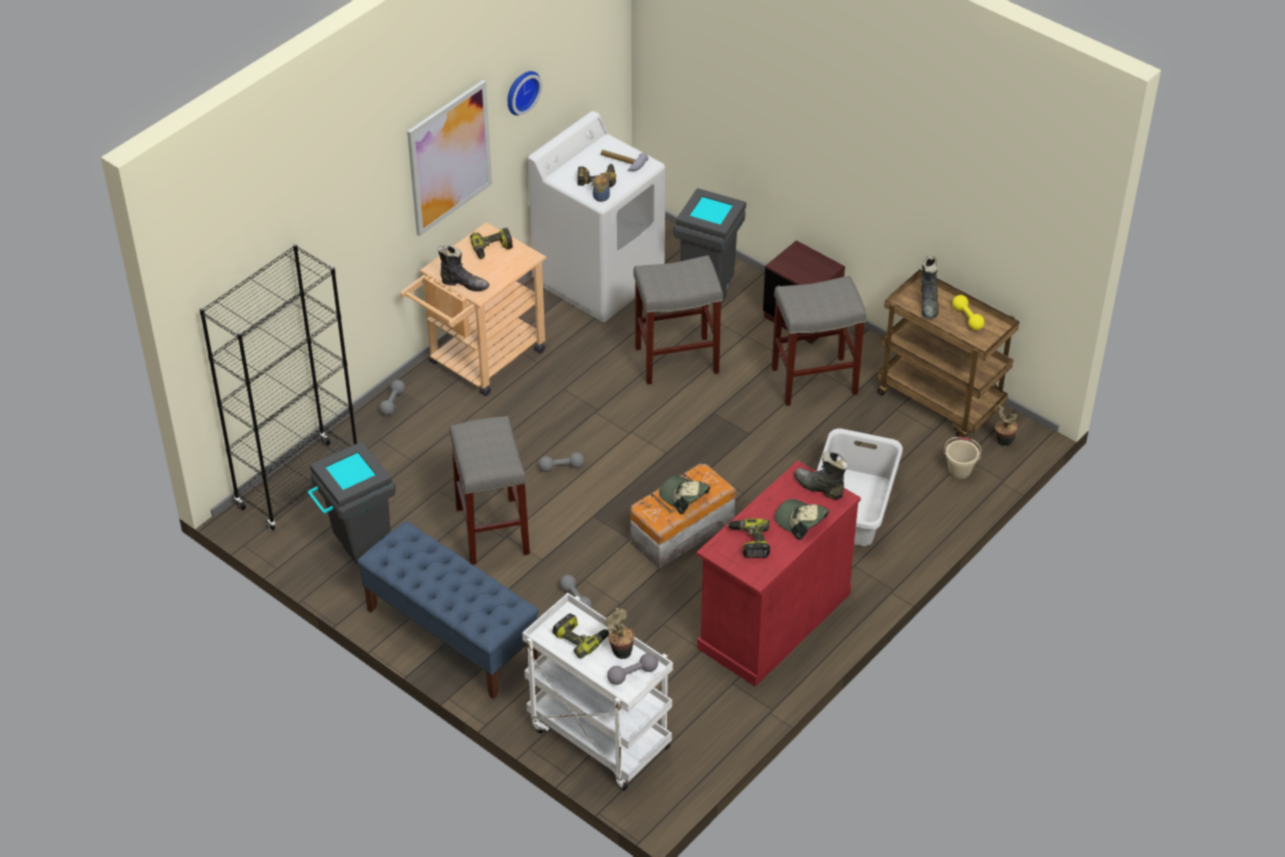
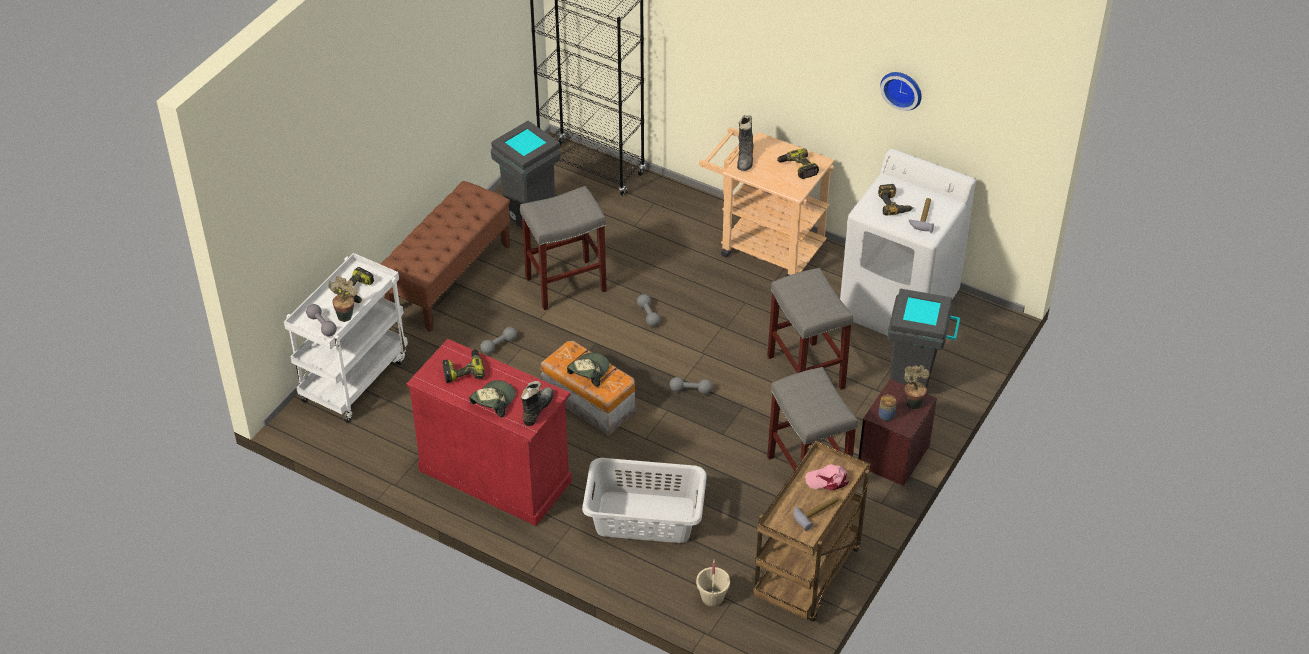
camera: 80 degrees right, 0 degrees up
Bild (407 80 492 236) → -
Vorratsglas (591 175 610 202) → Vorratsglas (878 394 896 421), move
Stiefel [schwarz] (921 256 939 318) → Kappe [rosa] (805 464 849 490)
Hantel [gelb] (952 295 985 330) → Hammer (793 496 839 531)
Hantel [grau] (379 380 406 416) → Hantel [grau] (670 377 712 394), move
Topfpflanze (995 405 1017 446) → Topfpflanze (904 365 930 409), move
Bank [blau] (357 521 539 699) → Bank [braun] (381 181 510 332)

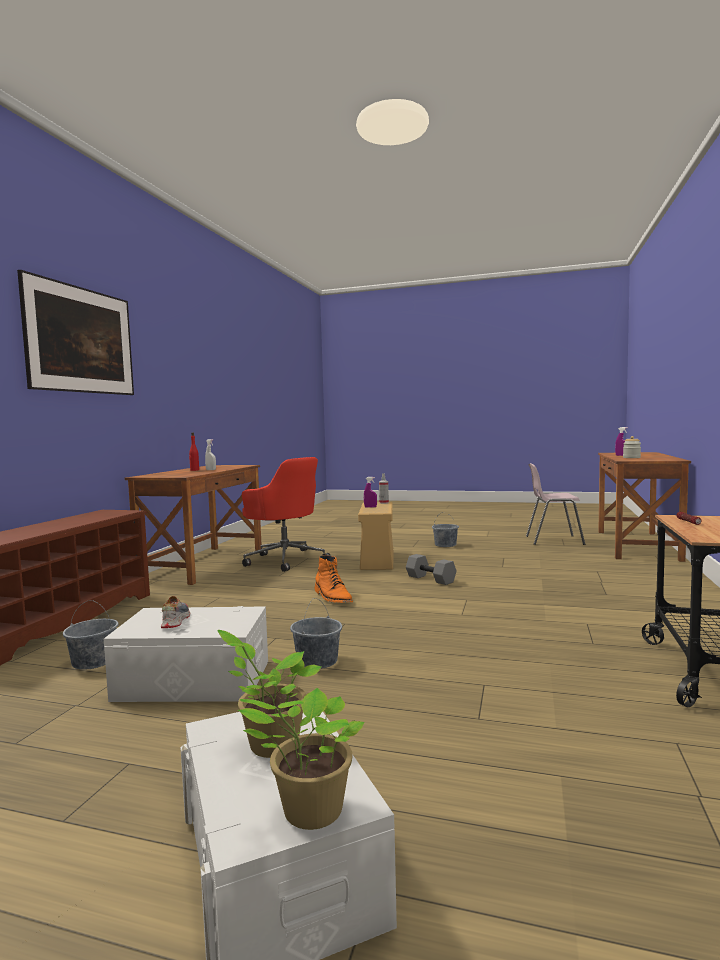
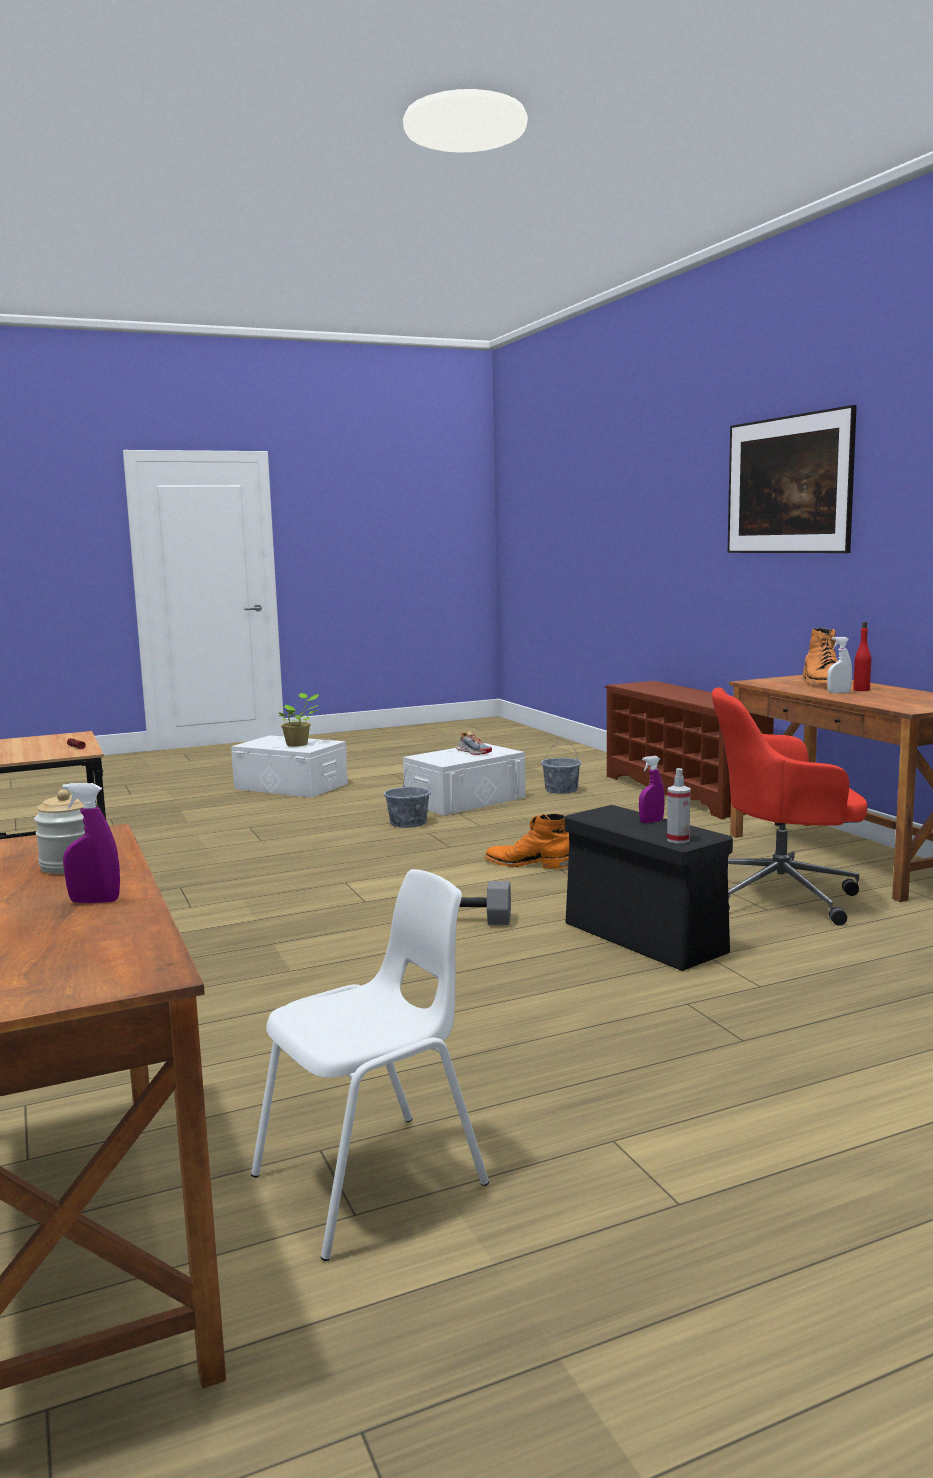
camera: 140 degrees right, 5 degrees up
Stuhl [rosa] (526 463 585 545) → Stuhl [weiß] (251 869 489 1261)
Aufbewahrungsbox [beige] (358 502 393 570) → Aufbewahrungsbox [schwarz] (564 805 733 971)
Eimer [grau] (432 512 459 547) → -
Topfpflanze (238 688 365 830) → -
- → Stiefel [orange] (803 628 838 683)

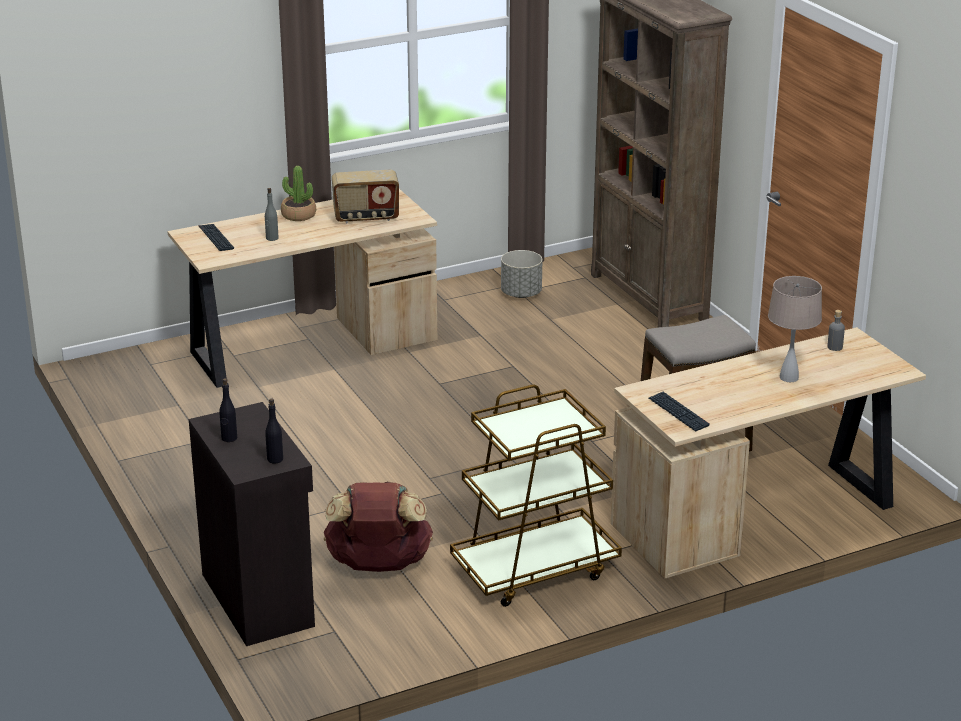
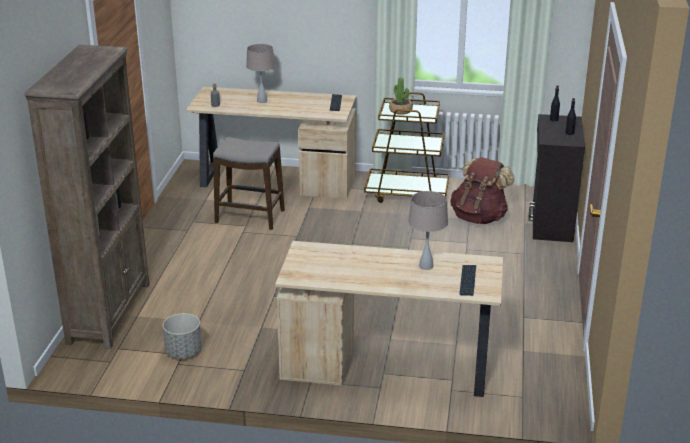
camera: 145 degrees left, 0 degrees up
Topfpflanze (281 166 316 221) → Topfpflanze (389 77 413 115), move
Radio (332 170 399 223) → -
Flasche [grau] (265 188 279 241) → Tischlampe [beige] (408 191 448 270)

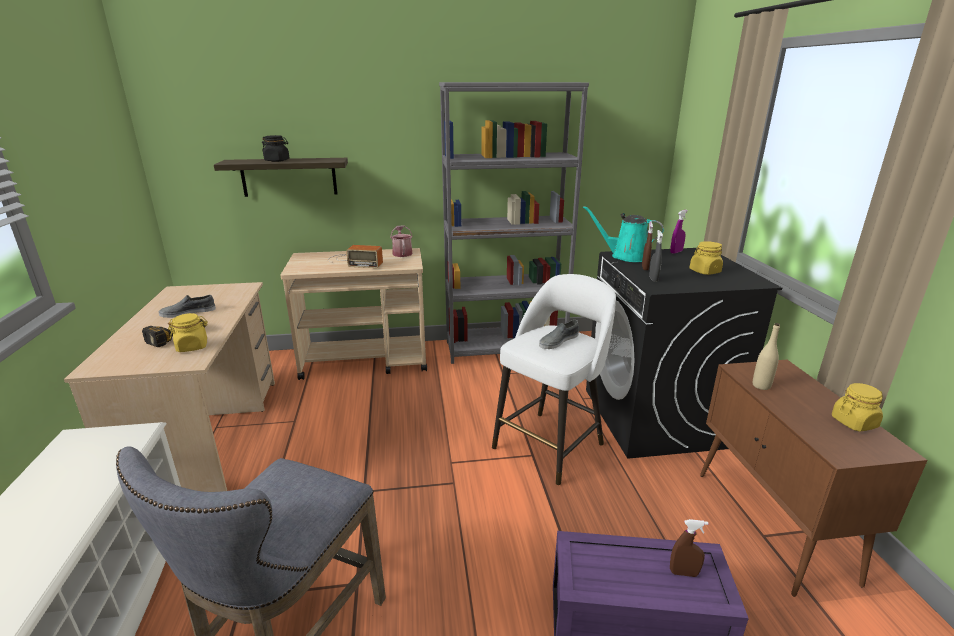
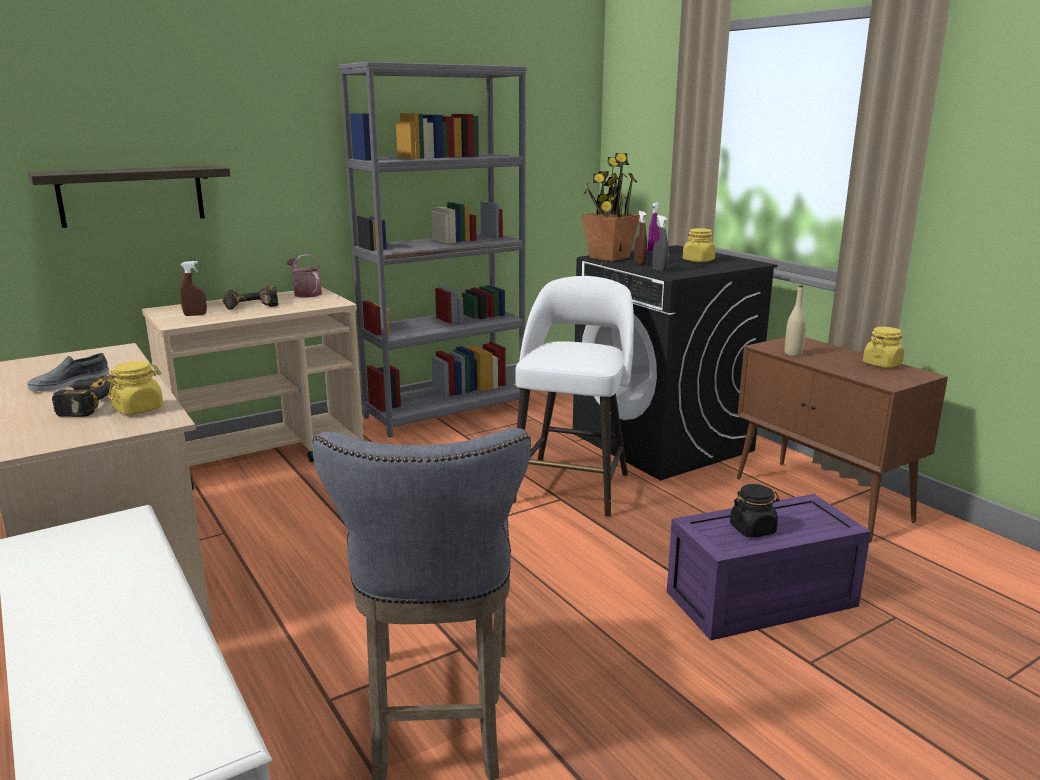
camera: 25 degrees left, 5 degrees down
Vorratsglas [schwarz] (262 135 289 162) → Vorratsglas [schwarz] (730 484 780 537), move
Gießkanne [türkis] (583 206 664 262) → Topfpflanze (582 153 640 261)
Radio (328 245 383 268) → Bohrmaschine (223 286 278 310)
Schuh [grau] (539 320 579 349) → -
Sprühflasche [braun] (670 519 709 577) → Sprühflasche [braun] (180 261 207 316), move

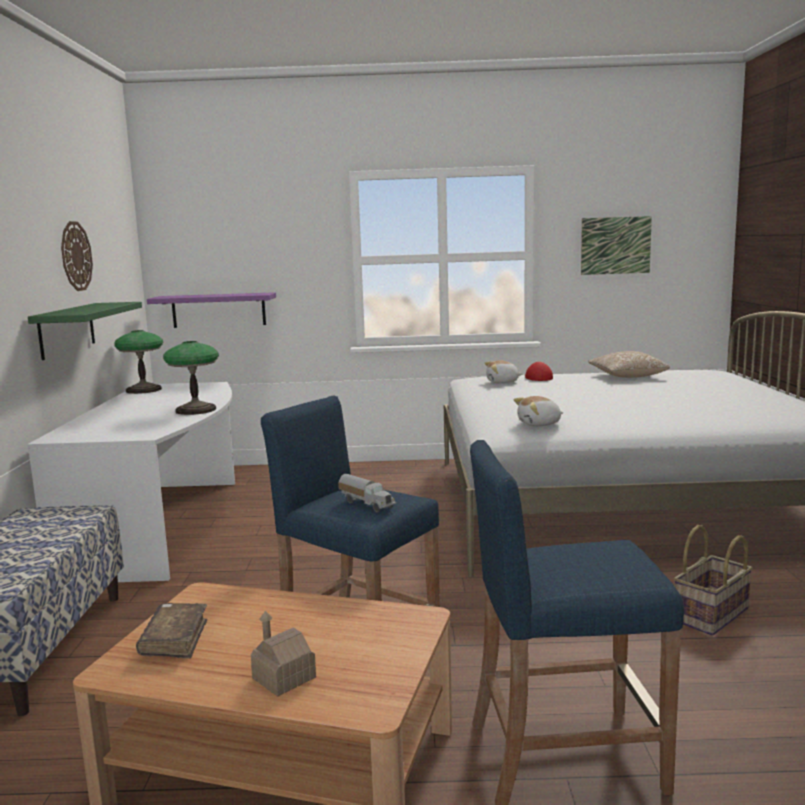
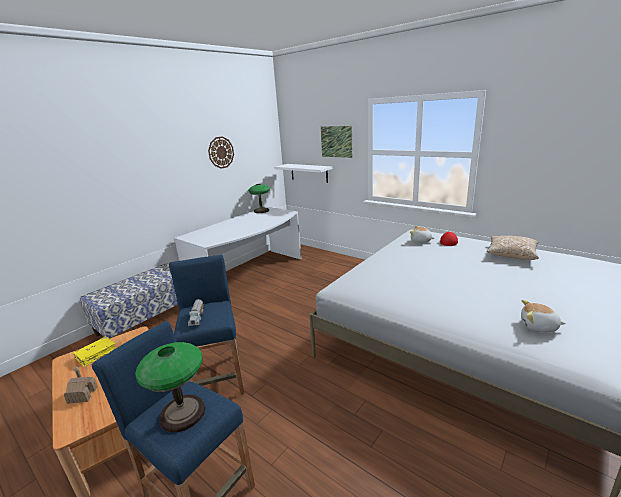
camera: 40 degrees right, 10 degrees up
Bild (581 216 652 275) → Bild (321 126 353 158), move
Wandregal [lila] (147 292 276 328) → Wandregal [weiß] (274 164 332 183)
Wandregal [grün] (28 302 142 360) → -
Tischlampe (163 341 219 415) → Tischlampe (135 342 206 433), move
Plüschtier (514 396 563 426) → Plüschtier (521 300 566 332), move
Korb (674 525 753 635) → -
Buch [braun] (136 603 207 659) → Buch [gelb] (73 336 116 367)

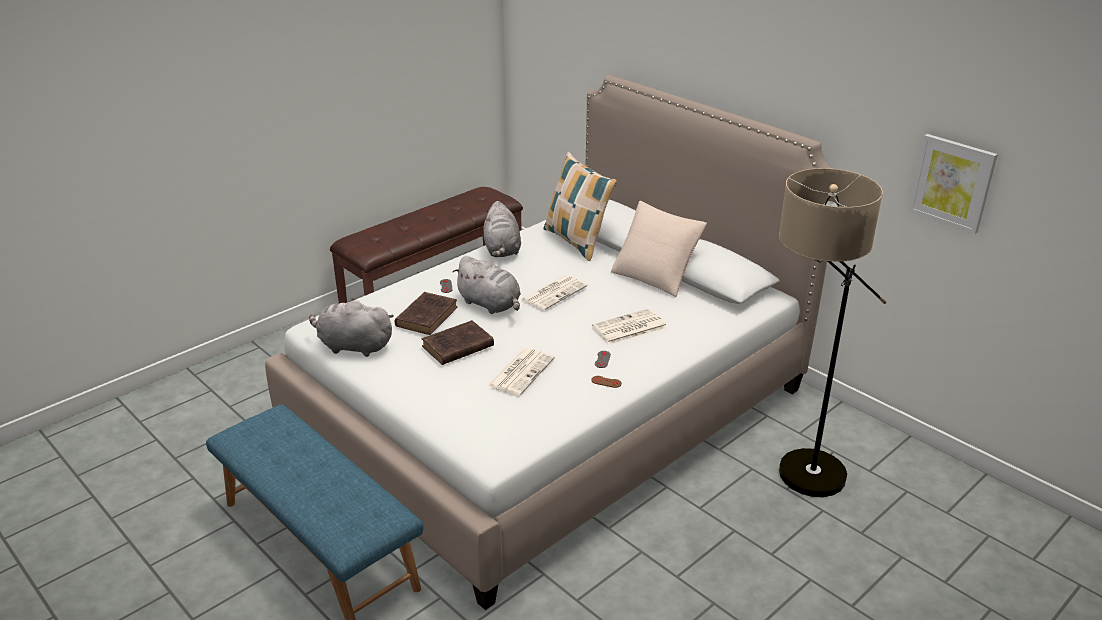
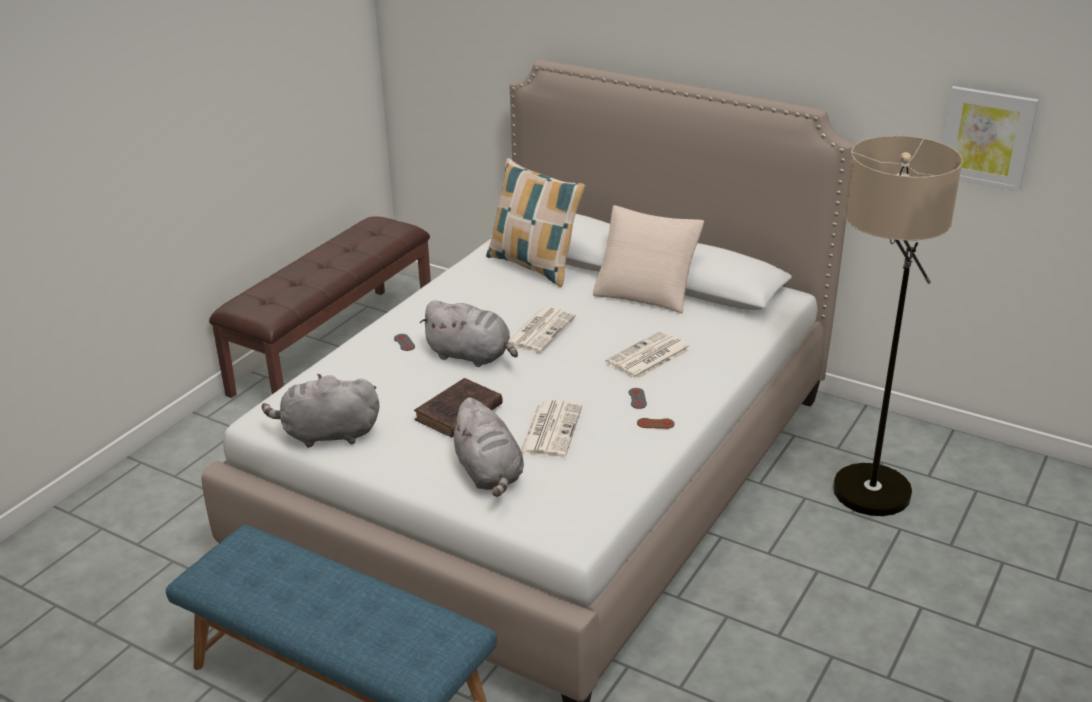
camera: 15 degrees left, 0 degrees up
Plüschtier [grau] (484 201 521 257) → Plüschtier [grau] (449 397 524 497), move
Buch [braun] (395 292 458 335) → -

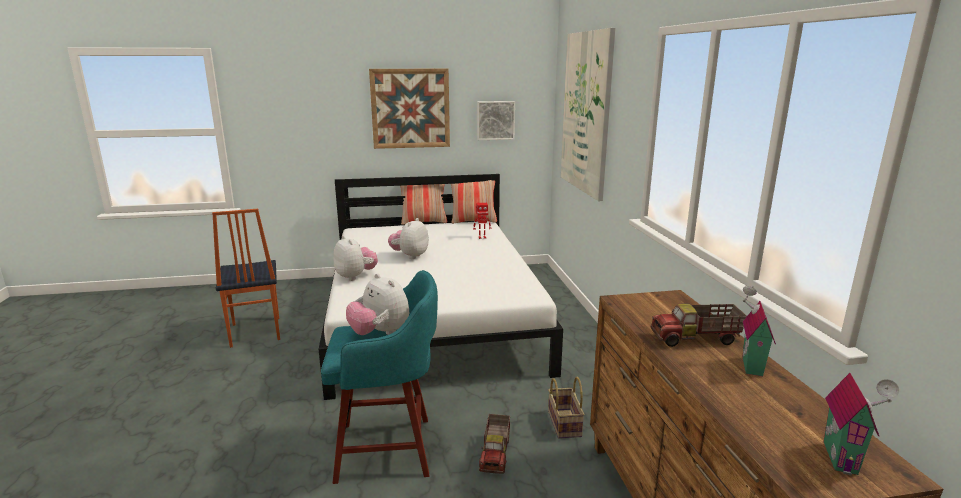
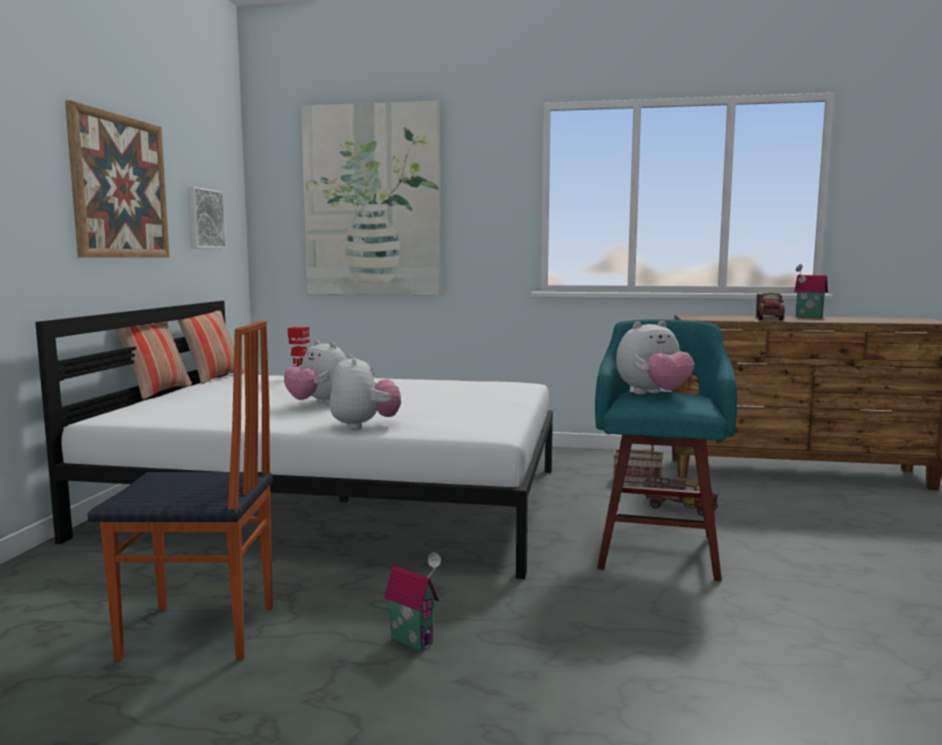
camera: 70 degrees left, 10 degrees down
Plüschtier (334 235 378 281) → Plüschtier (330 354 401 430), 90 degrees clockwise
Spielzeughaus (824 373 899 475) → Spielzeughaus (384 552 441 651), move

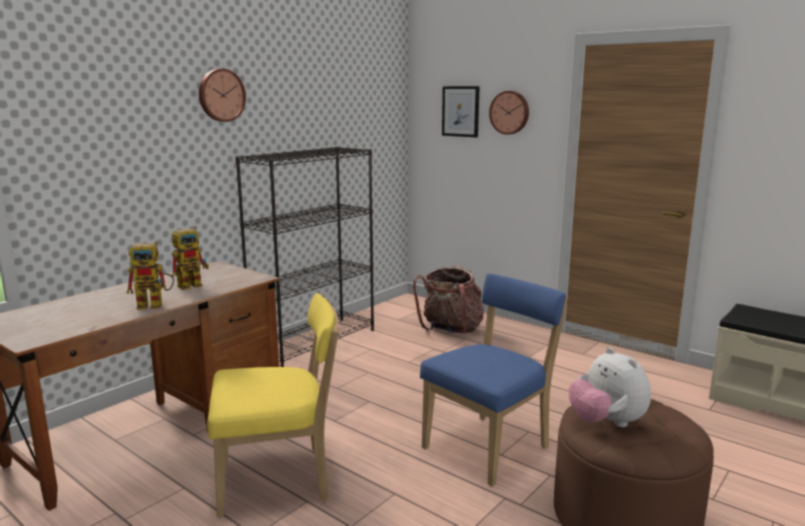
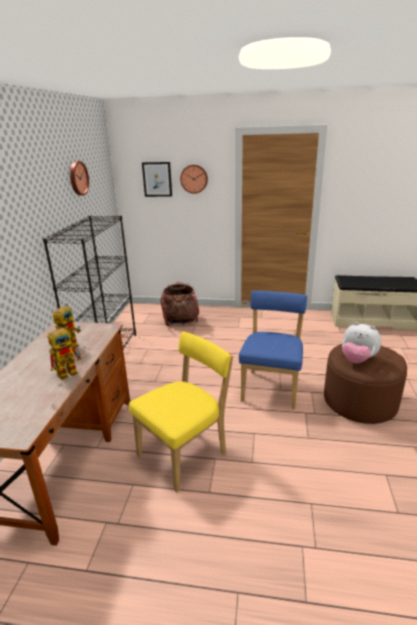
camera: 30 degrees left, 10 degrees up
Wanduhr (199 69 246 122) → Wanduhr (70 161 89 196), move

